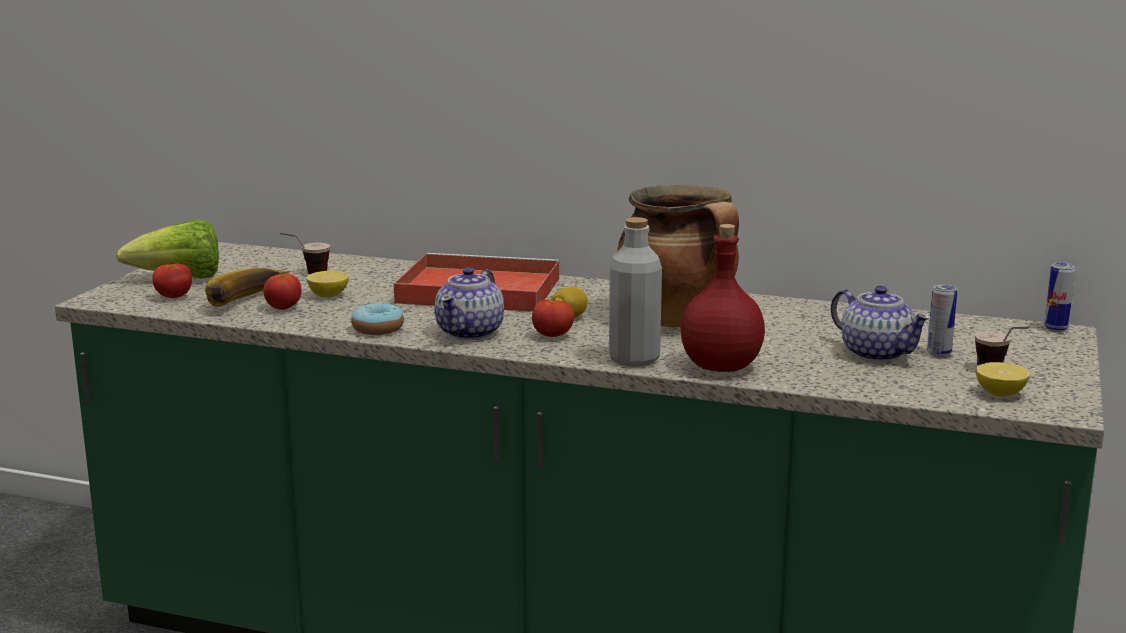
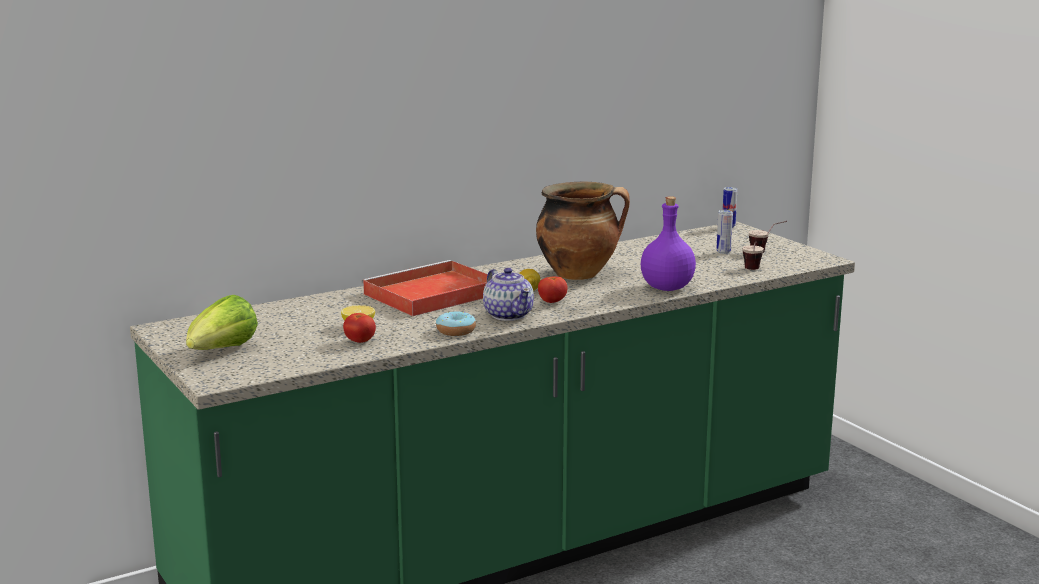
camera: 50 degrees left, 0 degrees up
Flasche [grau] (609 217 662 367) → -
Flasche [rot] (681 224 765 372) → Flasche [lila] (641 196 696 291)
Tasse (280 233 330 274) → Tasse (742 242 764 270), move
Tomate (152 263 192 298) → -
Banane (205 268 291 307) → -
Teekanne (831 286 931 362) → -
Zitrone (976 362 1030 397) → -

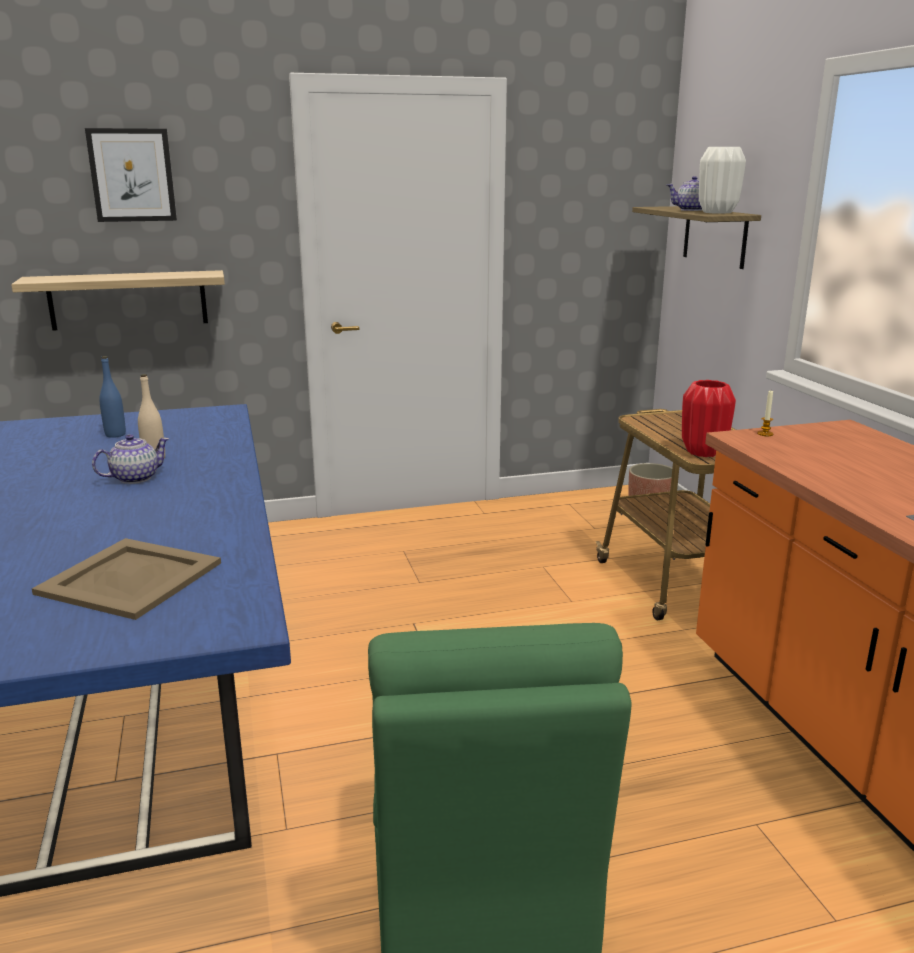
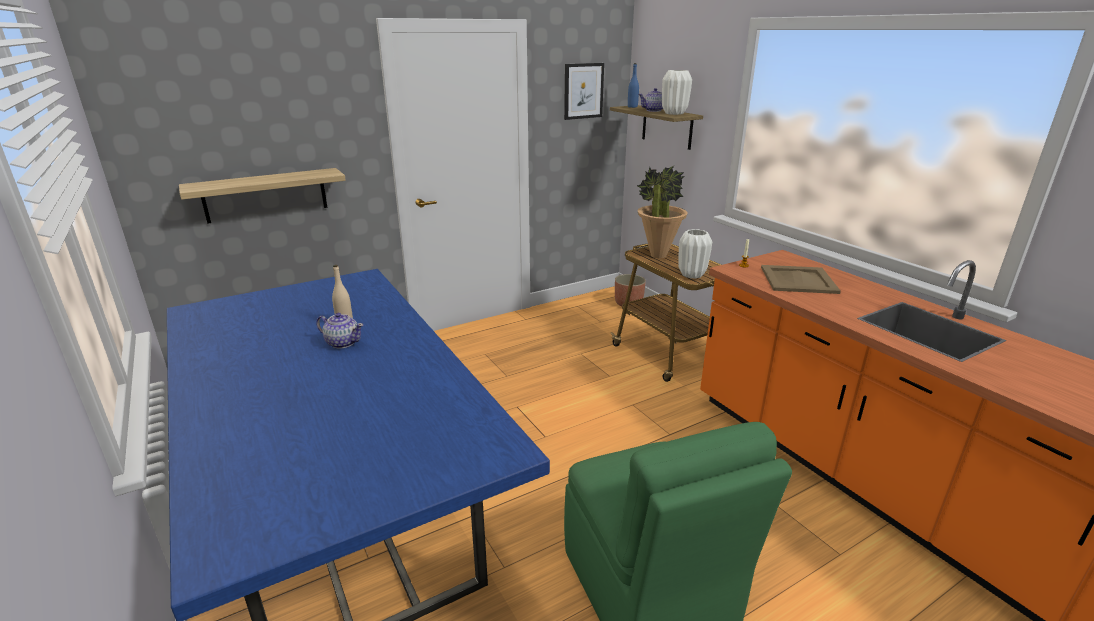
camera: 15 degrees left, 5 degrees up
Bild (85 128 177 222) → Bild (564 63 604 120), move
Flasche [blau] (99 356 126 438) → Flasche [blau] (628 63 639 108), move
Vase [rot] (682 380 736 457) → Vase [weiß] (678 229 712 279)
Teekanne (92 434 169 484) → Teekanne (316 313 364 349), 75 degrees clockwise
Tablett [beige] (32 538 221 620) → Tablett [beige] (761 265 841 294), move
- → Topfpflanze (637 166 688 258)

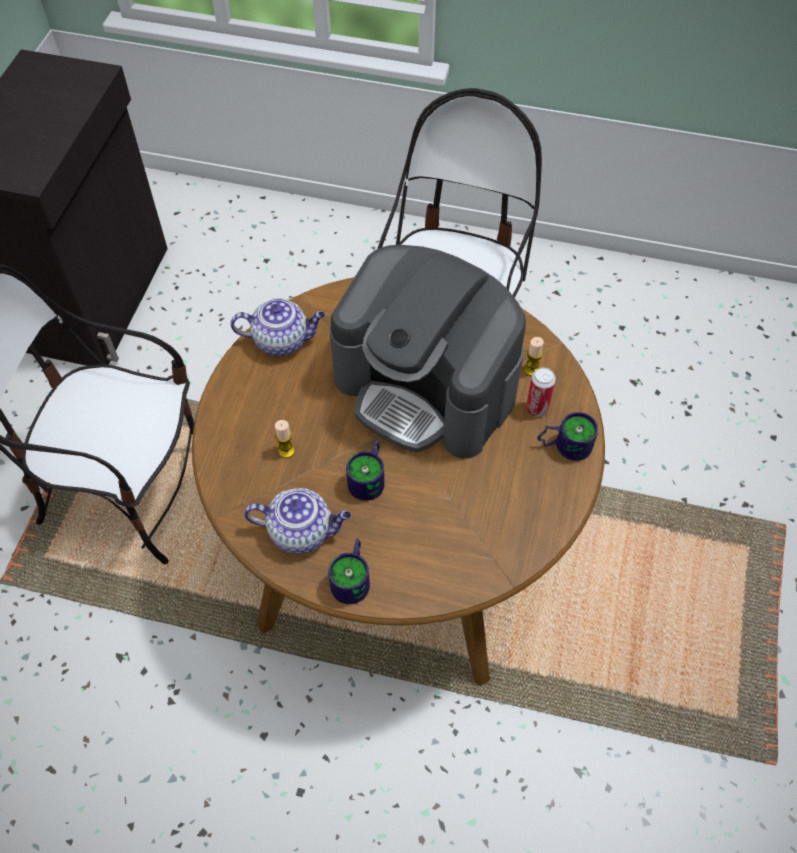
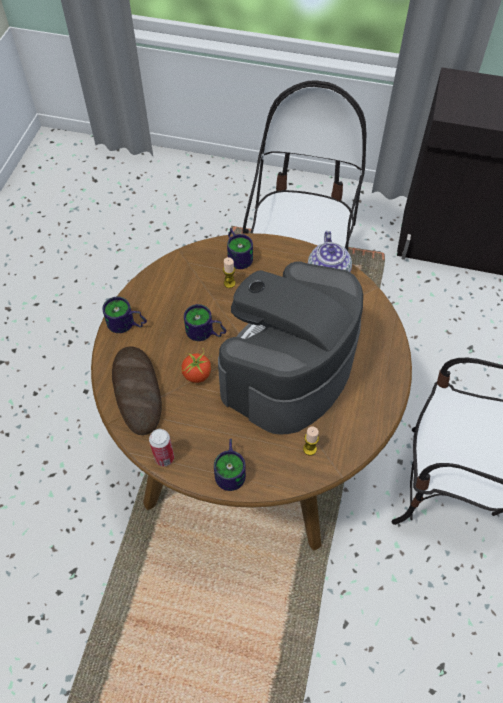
camera: 90 degrees right, 0 degrees up
Dose (526 367 556 417) → Dose (149 429 174 466), move
Teekanne (244 488 351 554) → -
- → Henkelbecher (227 228 253 269)
- → Brot (112 347 162 435)
- → Tomate (181 348 211 383)

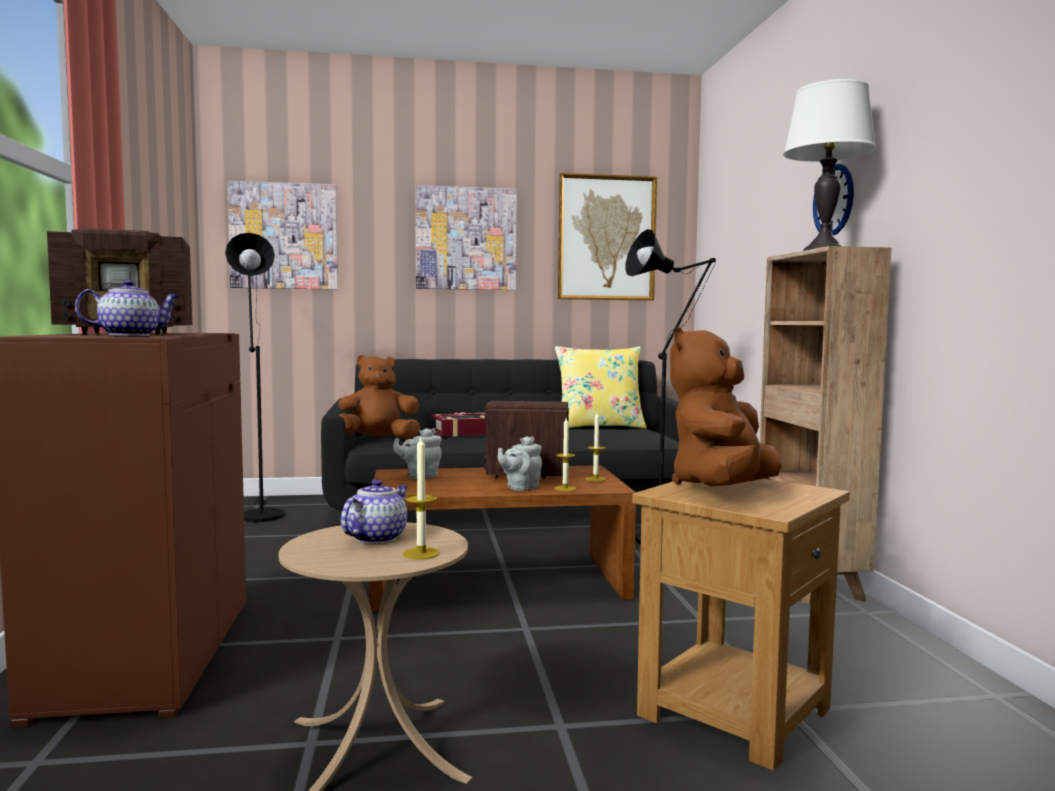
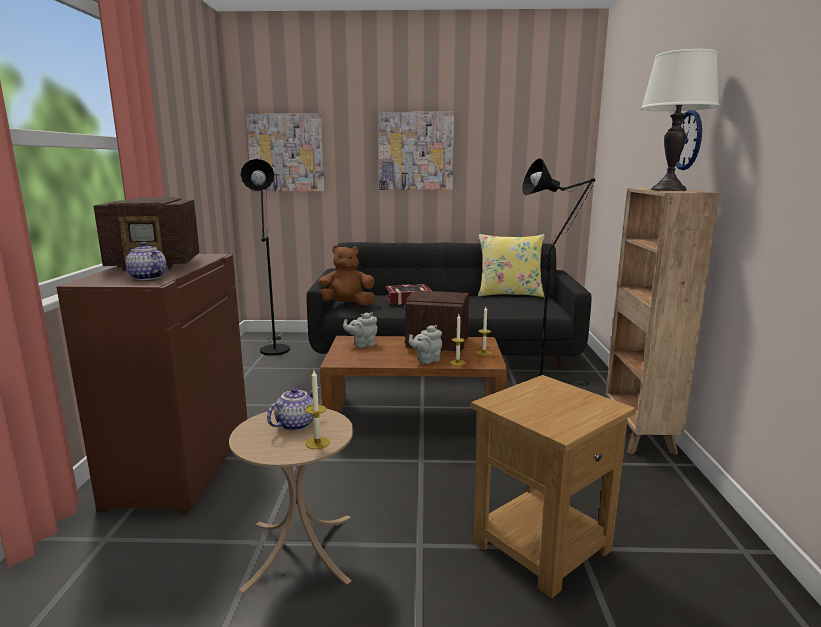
camera: 10 degrees right, 10 degrees up
Bild (558 173 657 301) → -
Teekanne (75 280 180 336) → Teekanne (126 242 166 280), 120 degrees counterclockwise
Plüschtier [braun] (670 327 782 486) → -

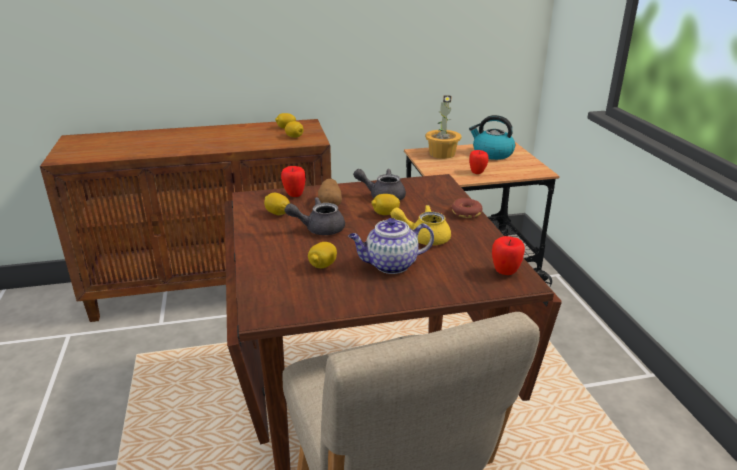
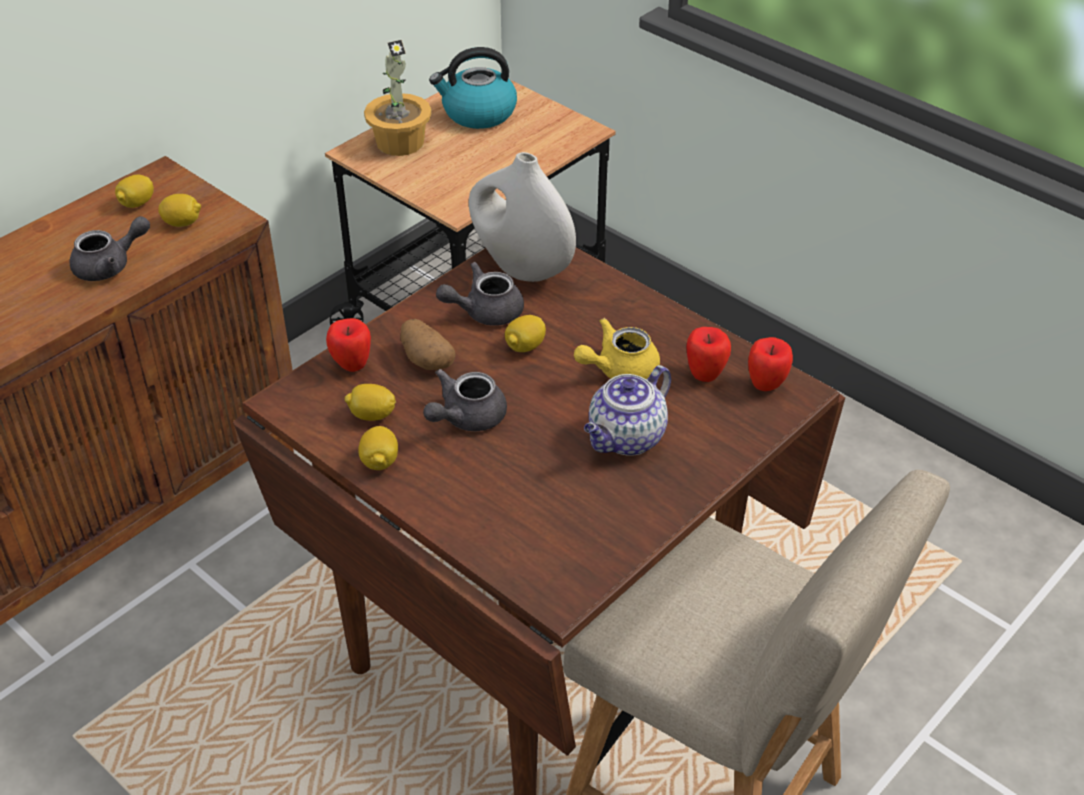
camera: 35 degrees left, 15 degrees up
Apfel (469 150 488 174) → Apfel (686 327 731 382), move
Donut (452 198 483 218) → -
Zitrone (308 242 337 268) → Zitrone (358 426 398 470), move
- → Vase [weiß] (469 152 576 282)
- → Teekanne [grau] (69 216 150 281)

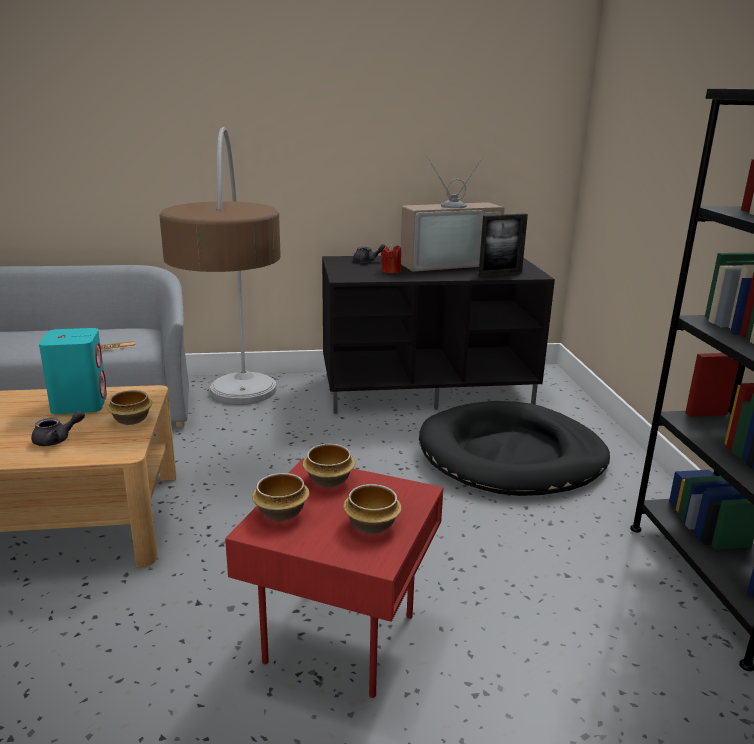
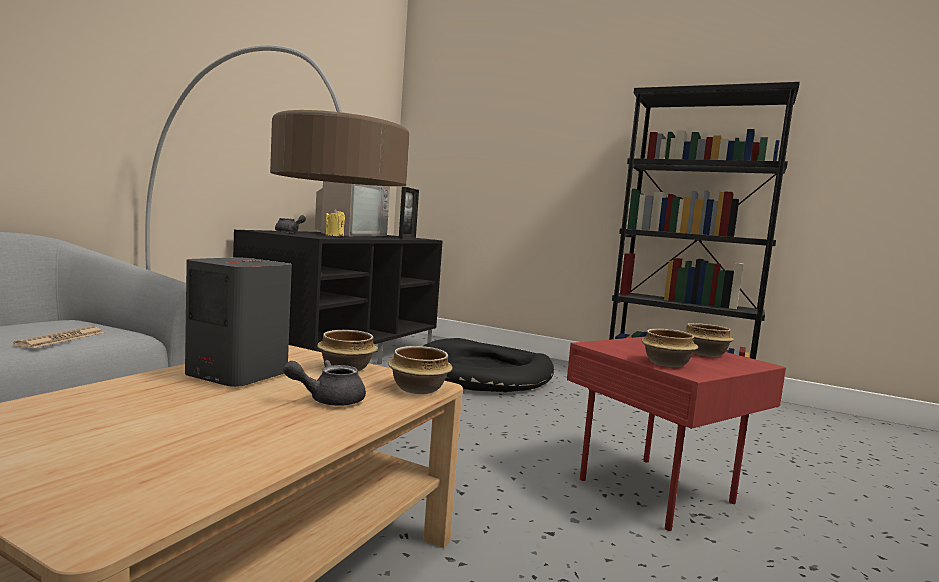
camera: 55 degrees left, 15 degrees down
Kerze [rot] (381 244 401 273) → Kerze [gelb] (326 209 345 236)
Lautsprecher [türkis] (39 328 107 414) → Lautsprecher [grau] (185 257 292 387)
Teekanne [grau] (31 410 85 446) → Teekanne [grau] (283 360 366 406), 120 degrees counterclockwise
Schüssel (303 444 355 488) → Schüssel (388 346 453 394), move

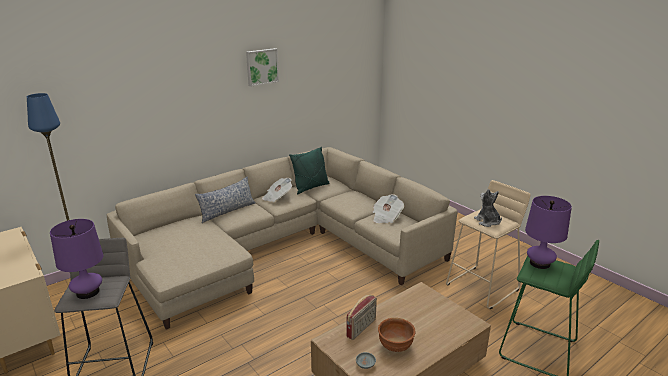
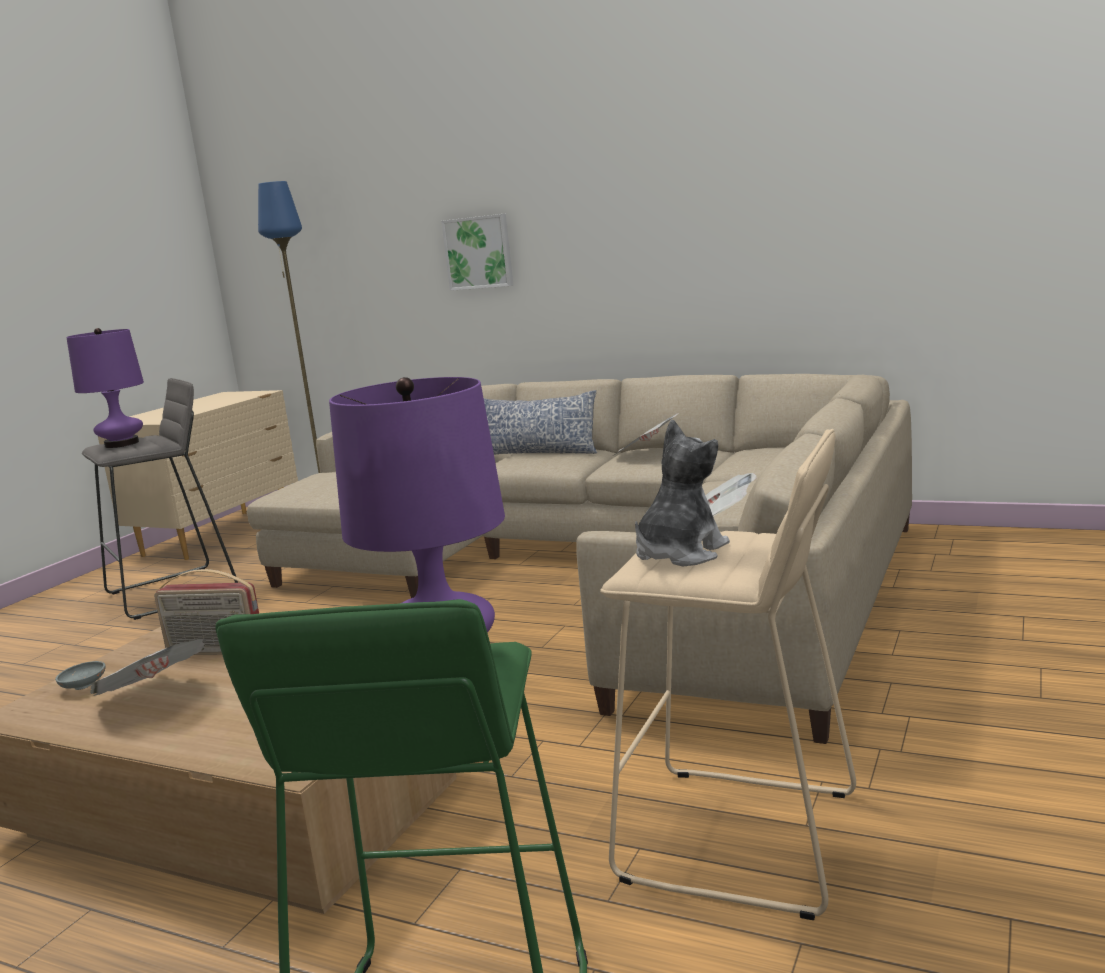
camera: 65 degrees right, 10 degrees down
Bild (246 48 279 87) → Bild (441 214 513 291), move
Kissen [grün] (289 147 330 194) → -
Schüssel [braun] (378 318 415 352) → Zeitung (91 639 205 696)

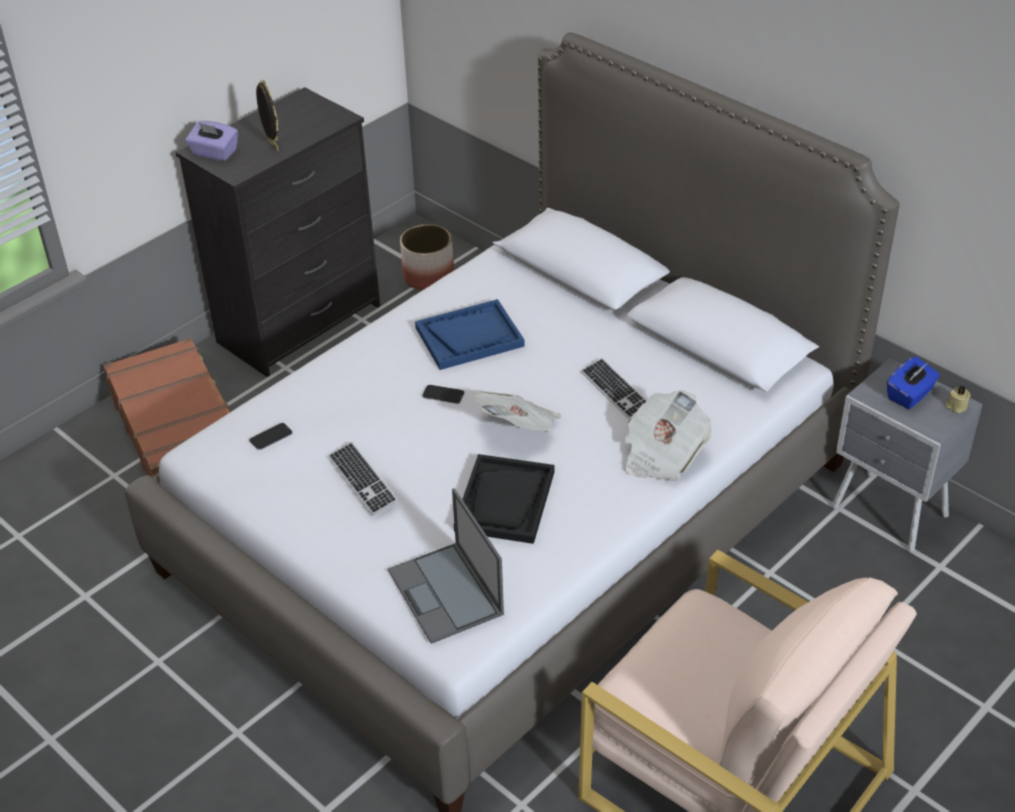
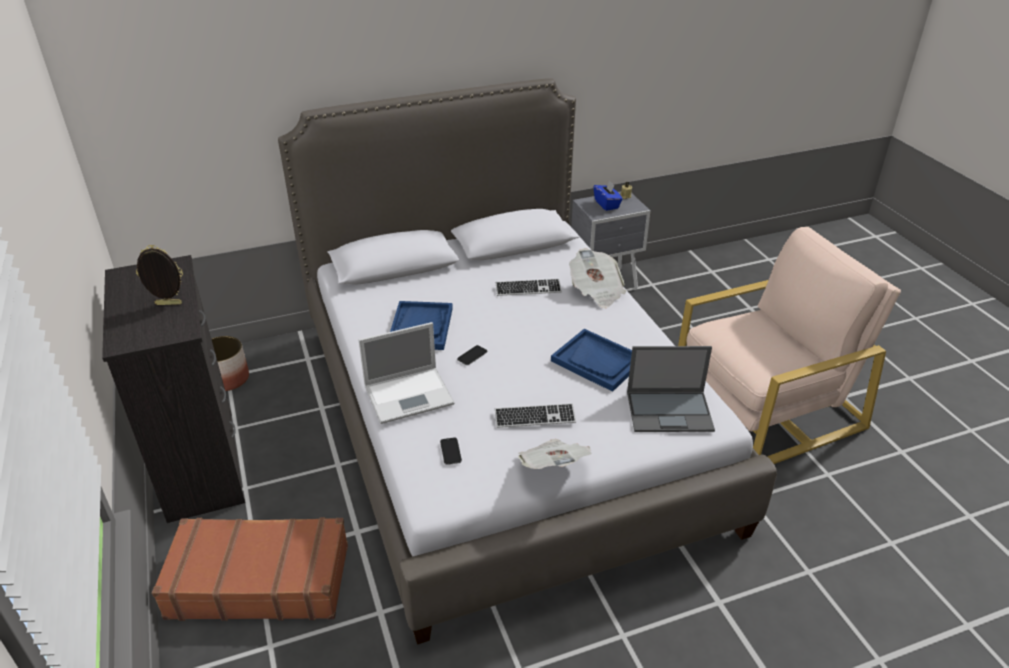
camera: 65 degrees left, 5 degrees down
Taschentuchbox [lila] (186 121 238 161) → -
Zeitung (473 391 561 432) → Zeitung (518 439 592 469), move
Tablett [schwarz] (454 454 555 544) → Tablett [blau] (551 329 632 392)
- → Laptop (359 322 455 424)

